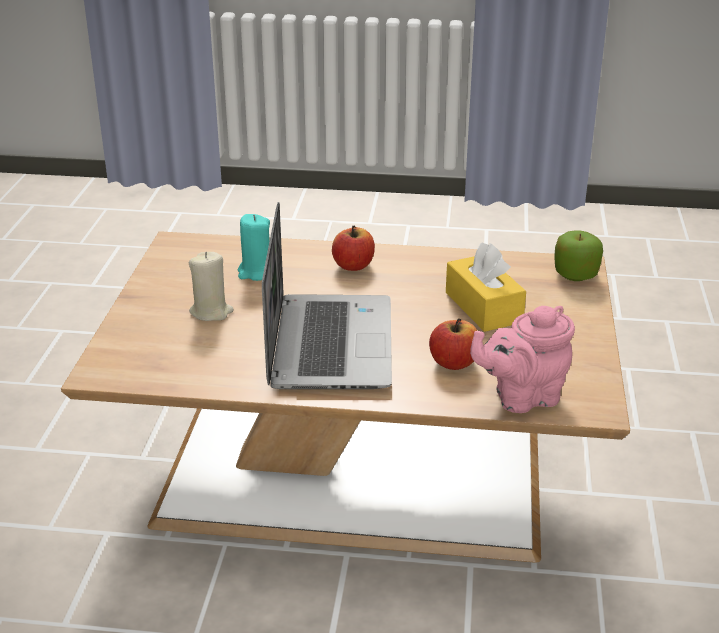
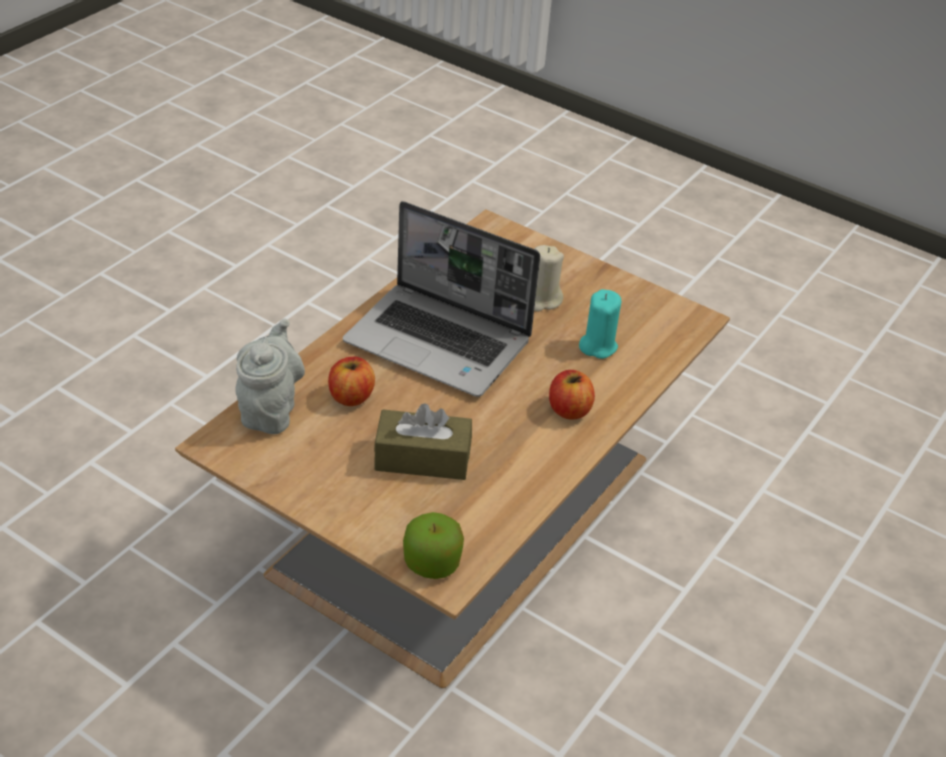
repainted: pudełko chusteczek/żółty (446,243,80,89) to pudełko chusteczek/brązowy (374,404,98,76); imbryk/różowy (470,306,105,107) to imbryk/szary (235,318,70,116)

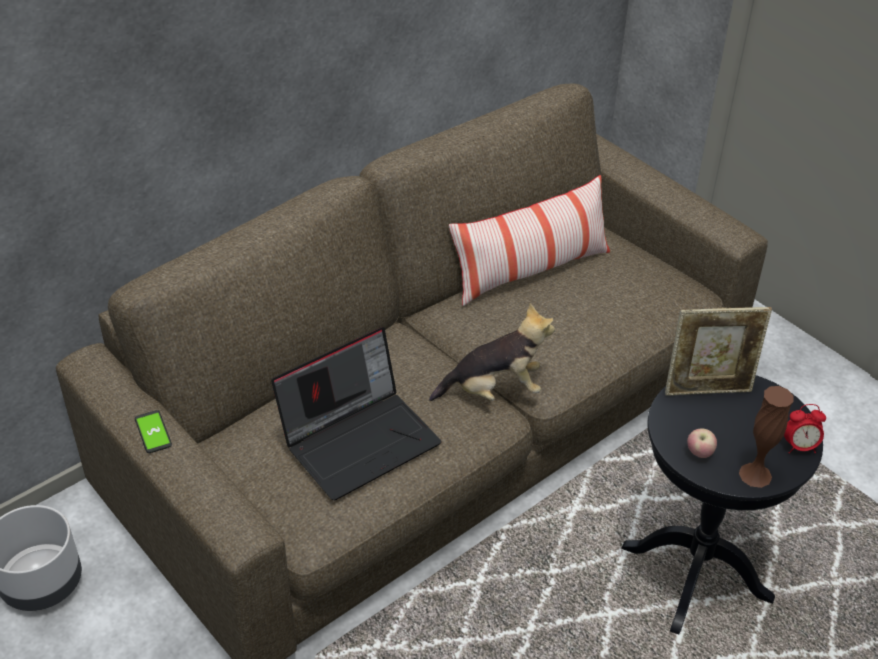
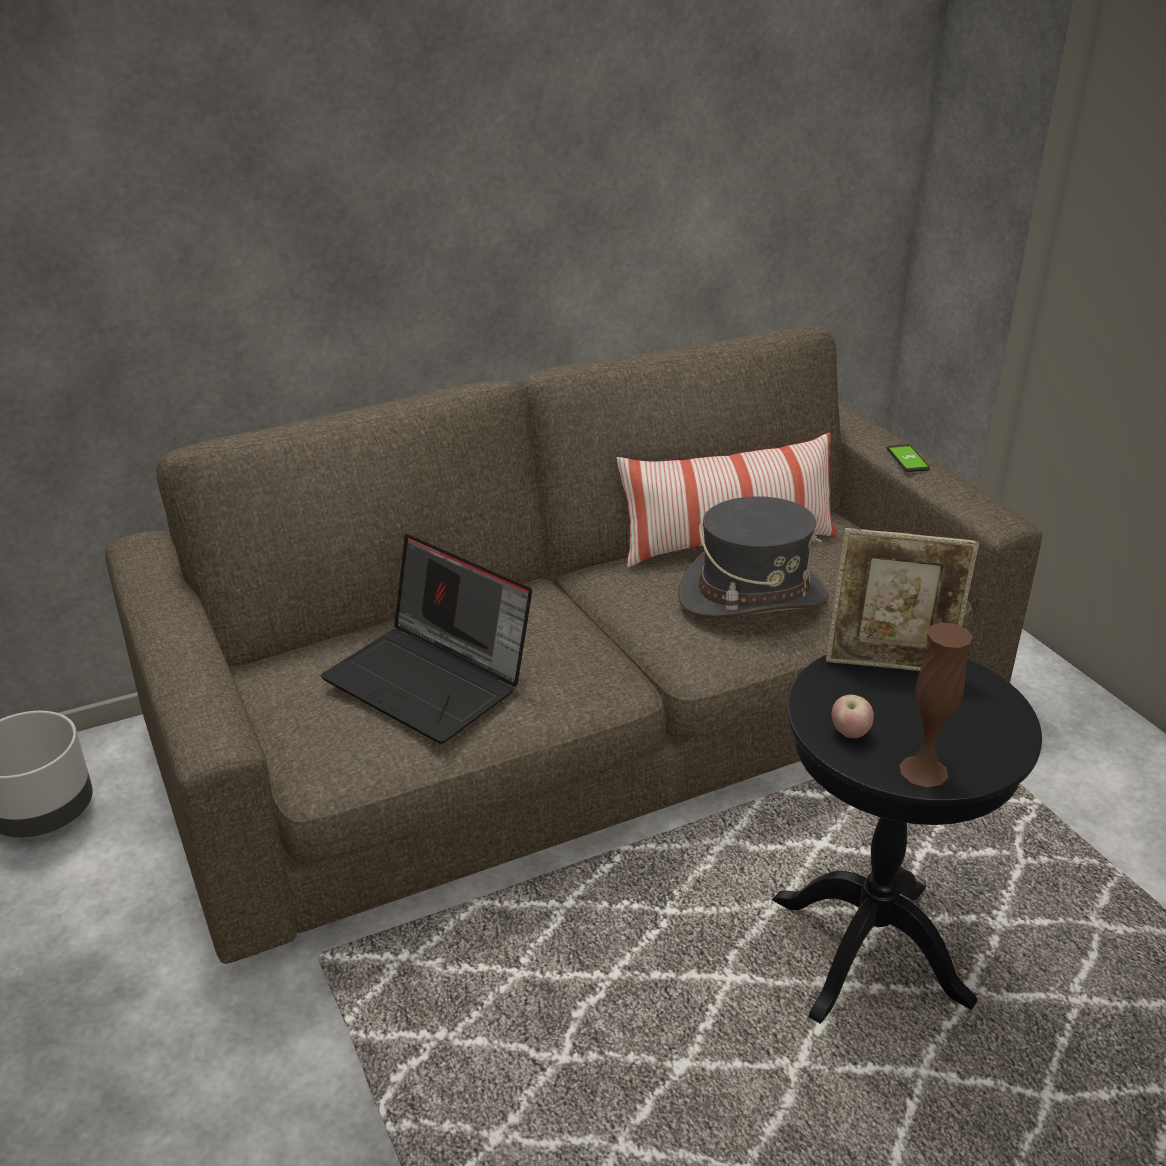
gone: pluszak (429,303,126,98); budzik (784,404,42,50)
new: kapelusz/szary (678,496,151,122)
shifted: telefon (135,410,37,43) to (887,444,43,28)
rotated: laptop (271,327,170,173) = (321,534,211,210) 60 degrees clockwise

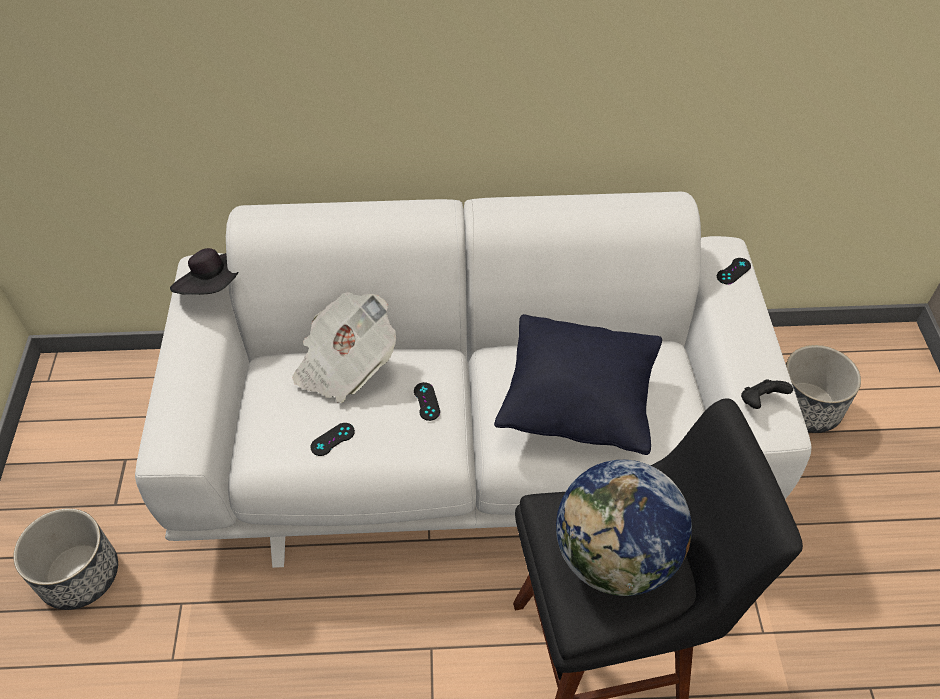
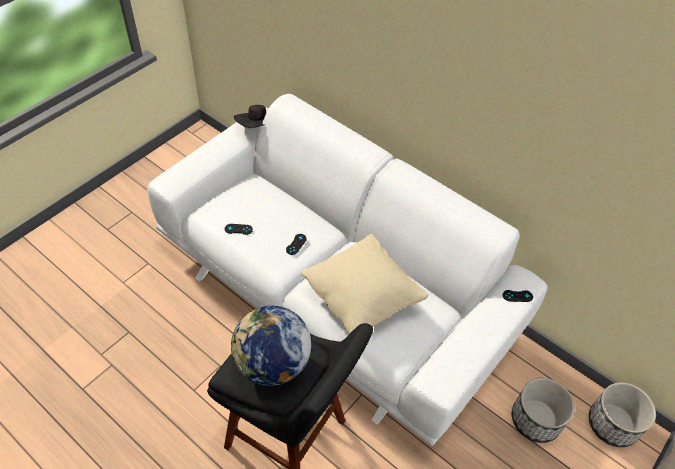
gone: gazeta (292,292,104,111); pad do gier/czarny (741,379,52,30)
shifted: donica (13,508,105,102) to (589,382,67,65)
repainted: poduszka/czarny (494,314,168,141) to poduszka/beżowy (301,234,127,100)

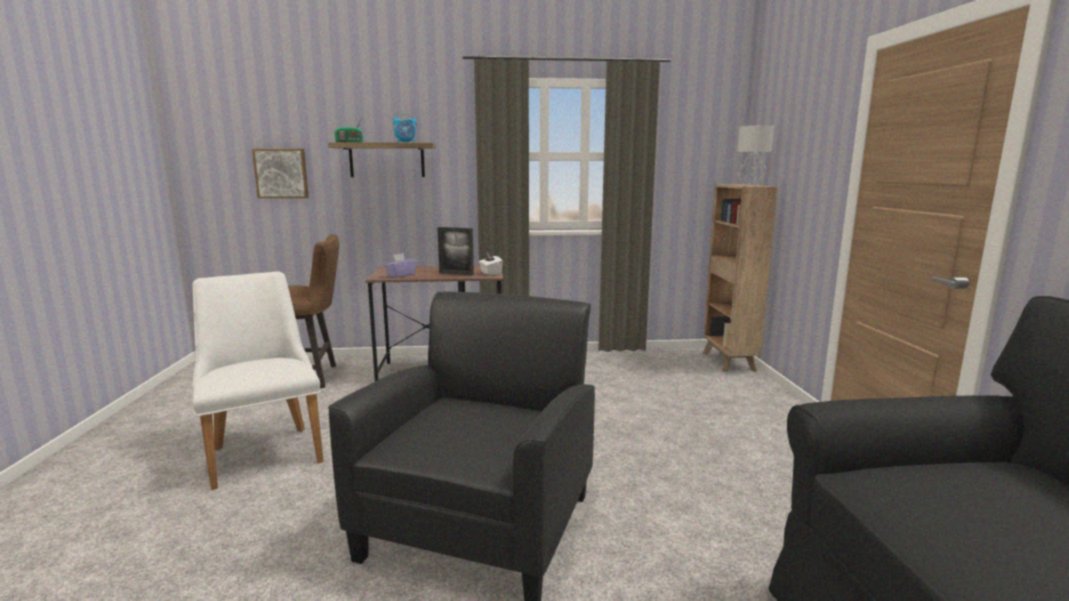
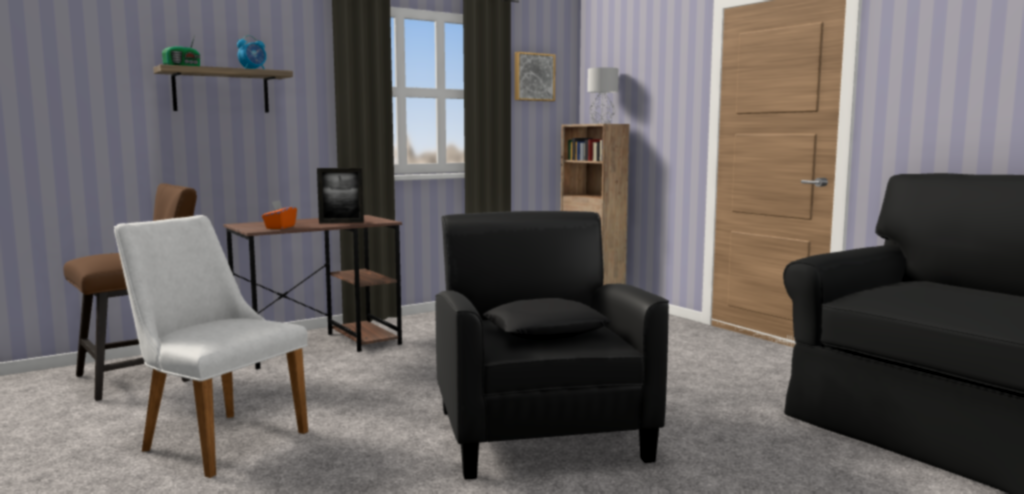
gone: pudełko chusteczek/biały (479,252,24,23)
new: poduszka/czarny (483,298,128,41)
shifted: obraz (252,149,57,49) to (515,52,41,49)
repainted: pudełko chusteczek/fioletowy (384,253,33,25) to pudełko chusteczek/pomarańczowy (262,200,35,29)

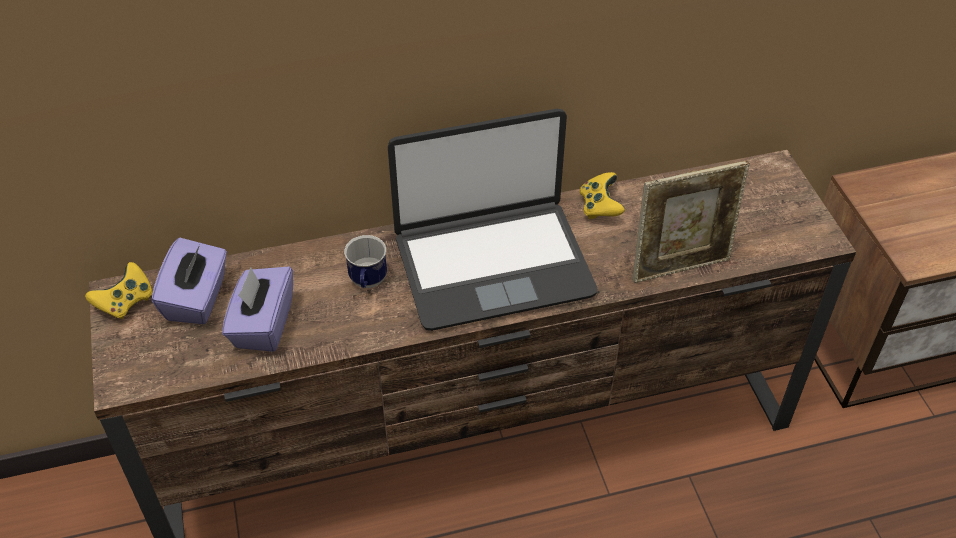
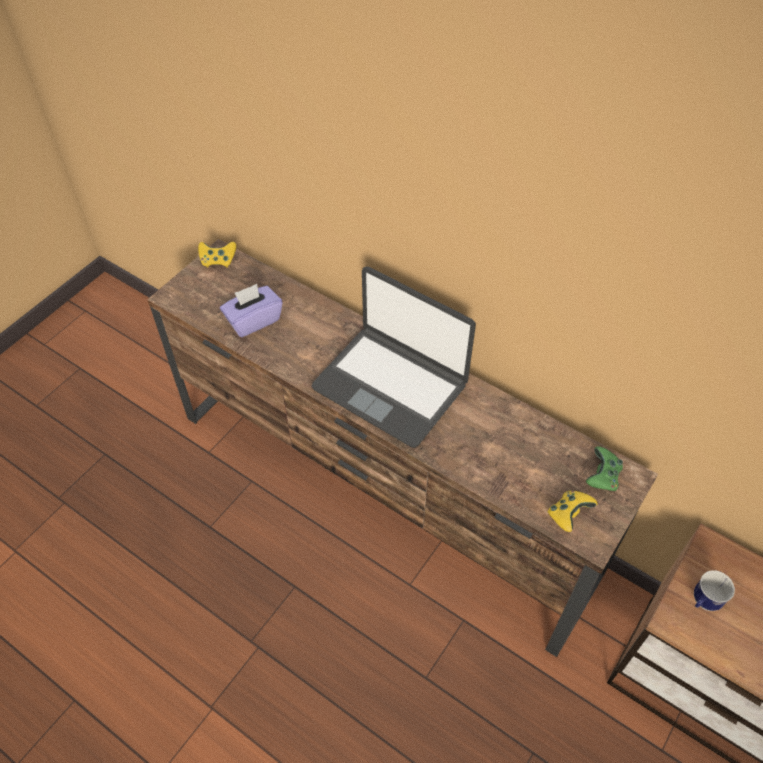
gone: pudełko chusteczek/fioletowy (152,237,75,87); ramka na zdjęcie (632,161,118,122)
new: pad do gier/zielony (586,446,37,45)
shifted: kubek (344,235,43,53) to (694,570,41,41); pad do gier/żółty (580,172,45,47) to (548,491,50,41)

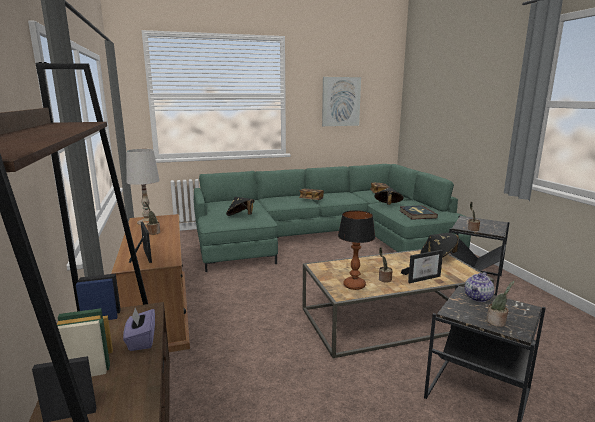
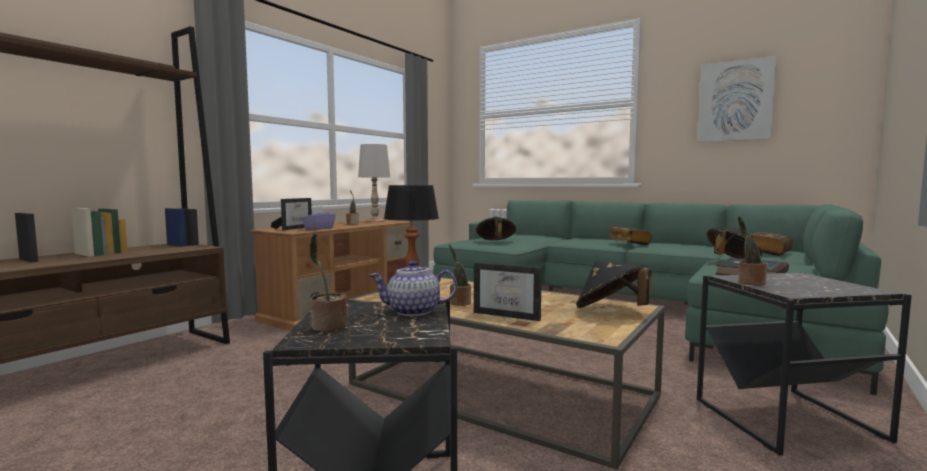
shifted: pudełko chusteczek/fioletowy (123,308,32,43) to (301,206,35,24)

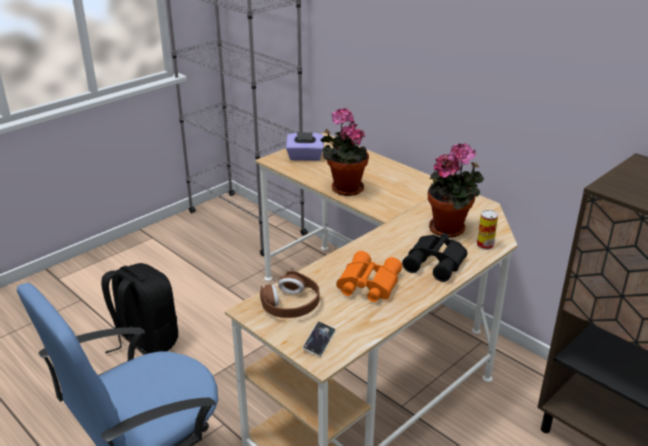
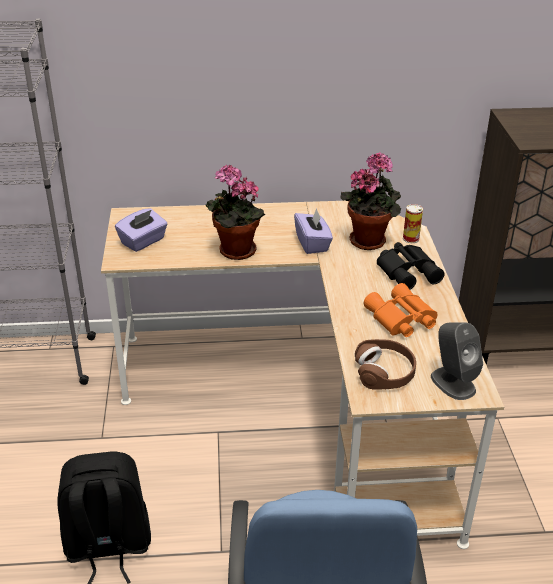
new: pudełko chusteczek/fioletowy (294,208,39,46)
swapped: telefon (302,322,34,35) to głośnik/szary (431,323,52,77)

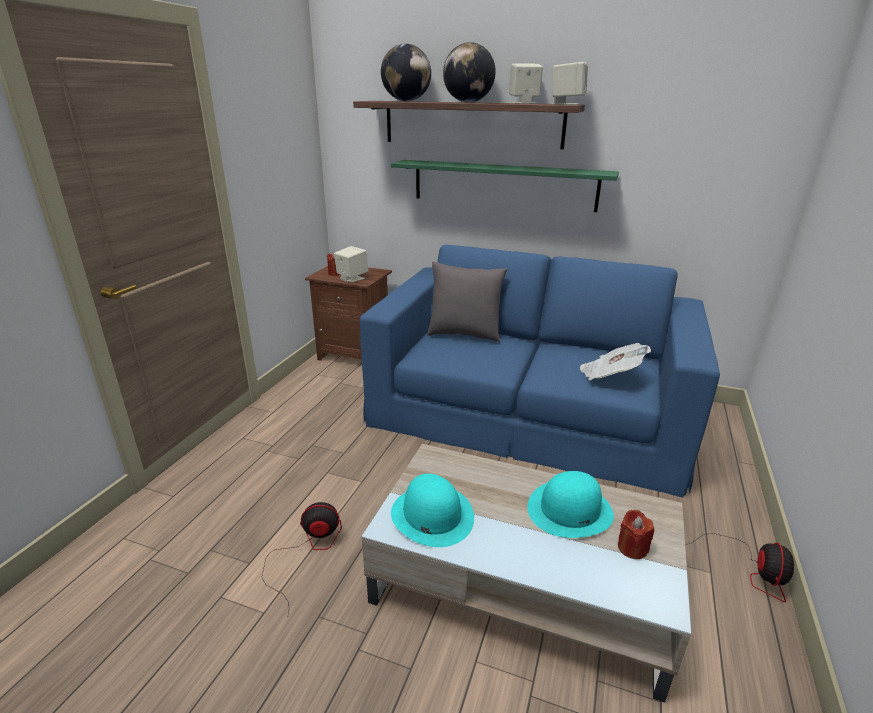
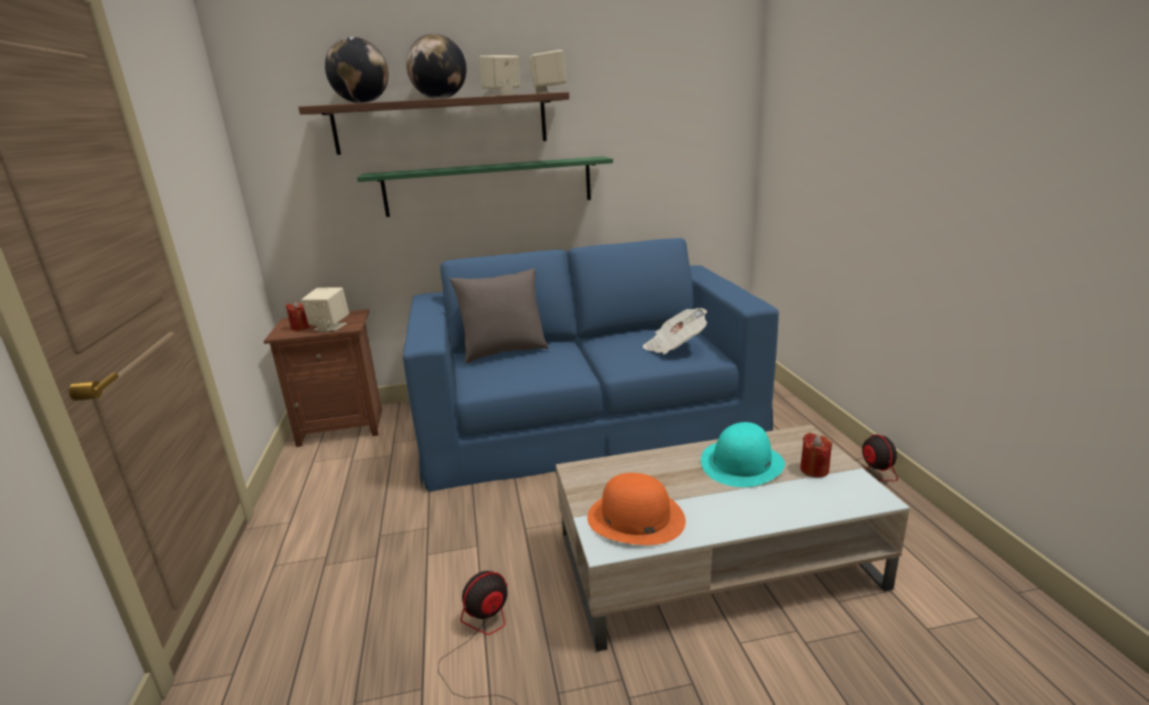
repainted: kapelusz/turkusowy (391,474,83,73) to kapelusz/pomarańczowy (587,473,99,72)

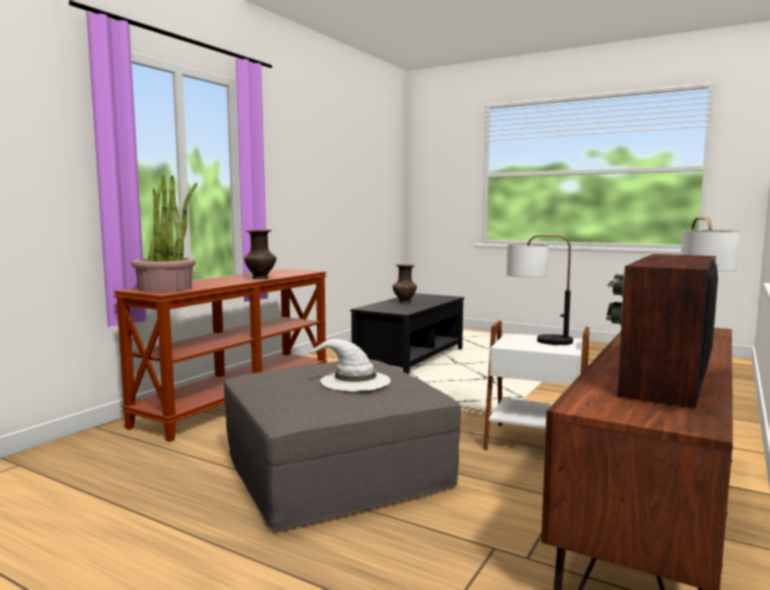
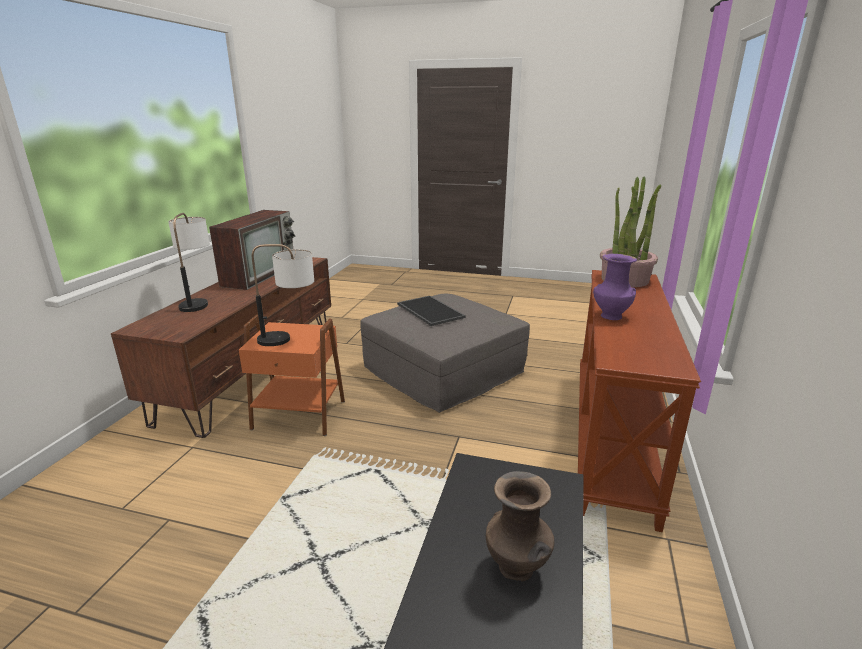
swapped: kapelusz/biały (304,339,87,52) to taca (397,296,68,30)
repainted: wazon/brązowy (244,230,32,49) to wazon/fioletowy (593,254,44,66); stolik/biały (483,320,106,130) to stolik/pomarańczowy (239,315,106,121)

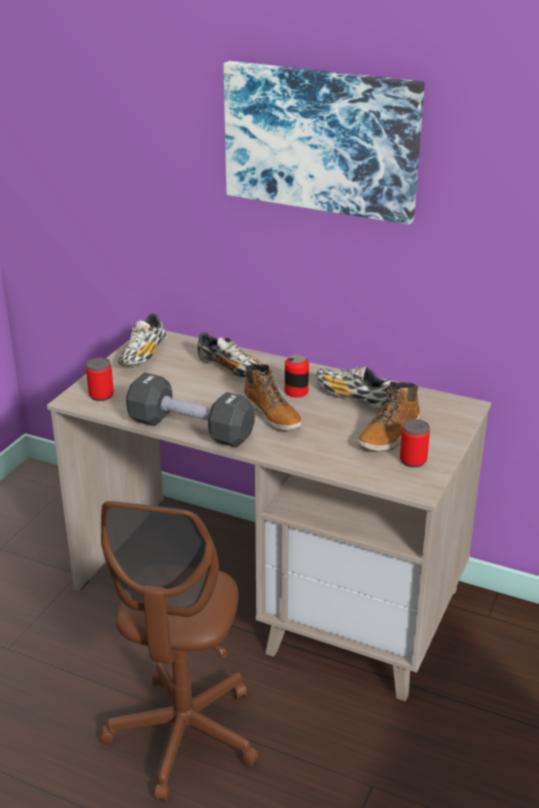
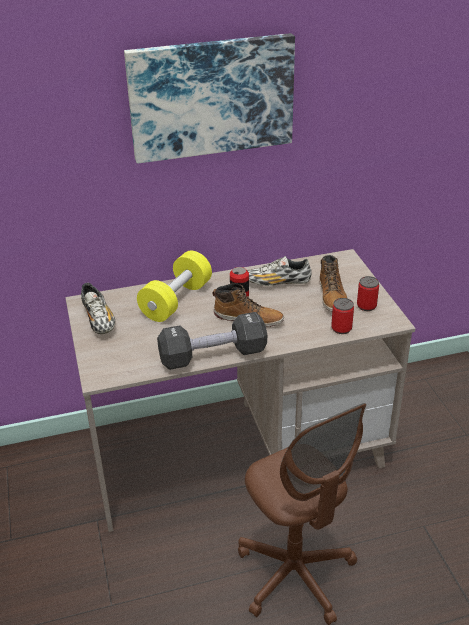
shifted: puszka (86,358,28,43) to (331,298,23,36)
swapped: but (197,332,66,46) to hantel/żółty (137,251,75,71)

